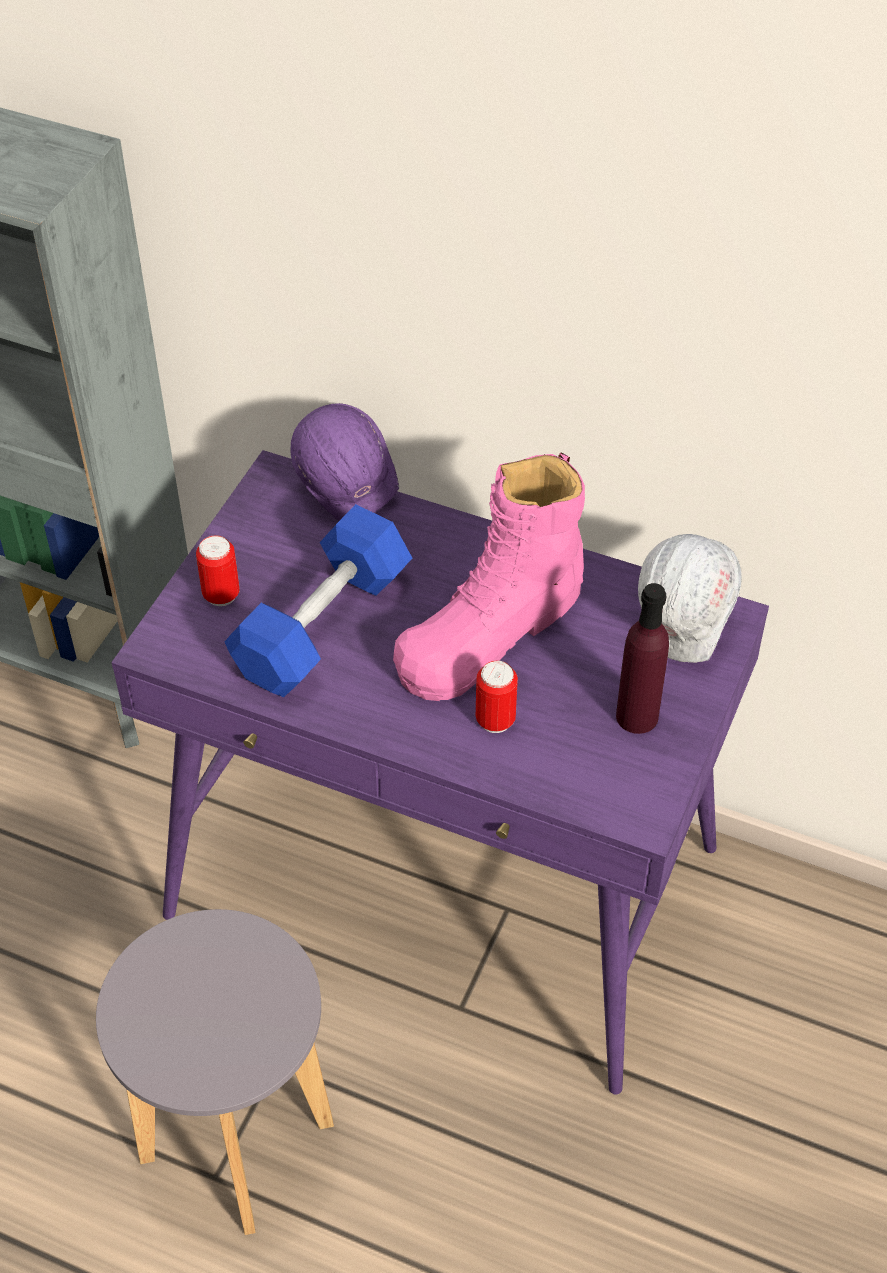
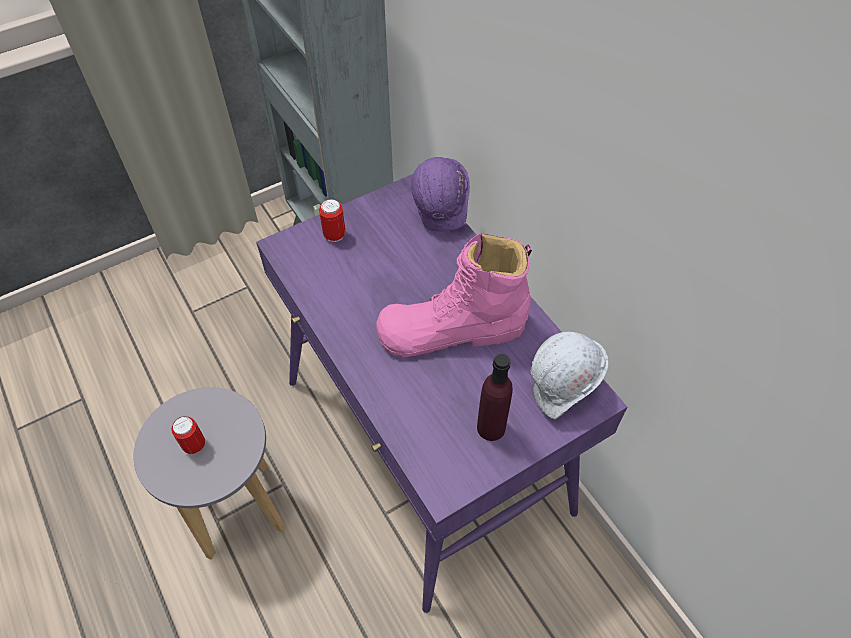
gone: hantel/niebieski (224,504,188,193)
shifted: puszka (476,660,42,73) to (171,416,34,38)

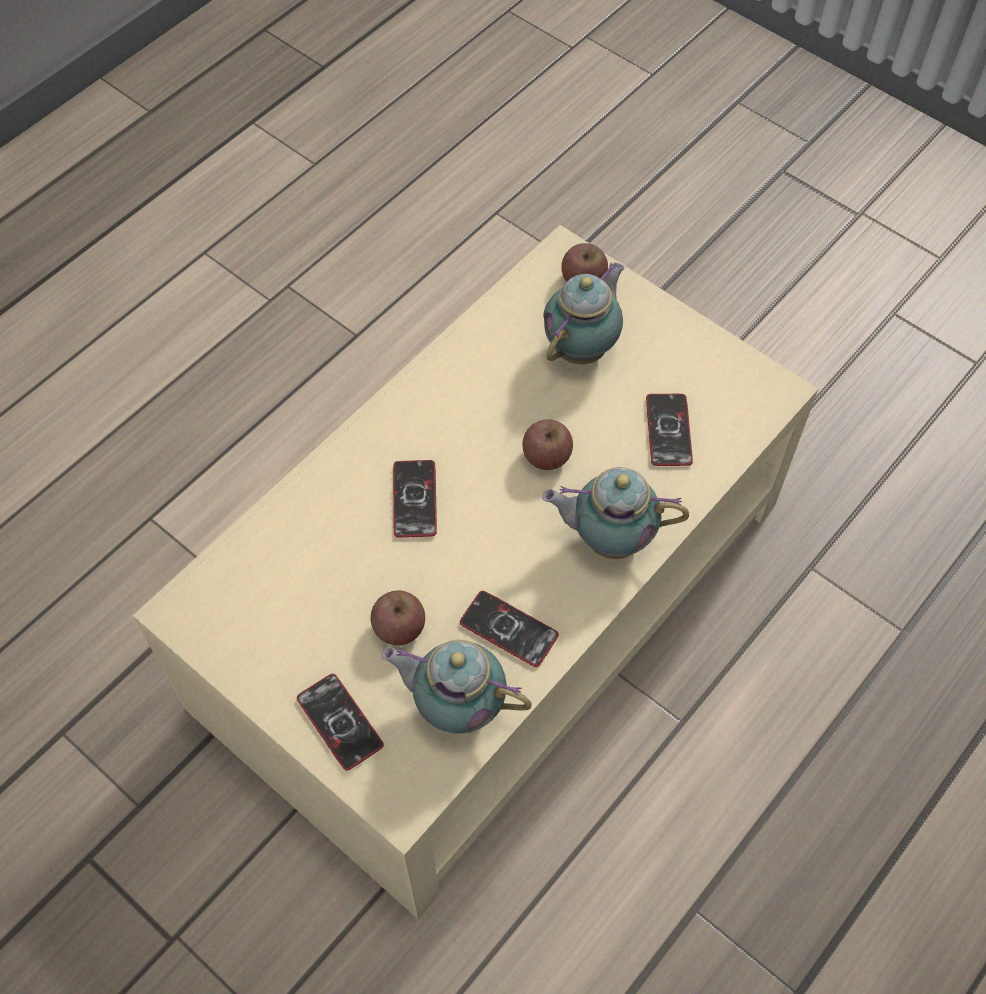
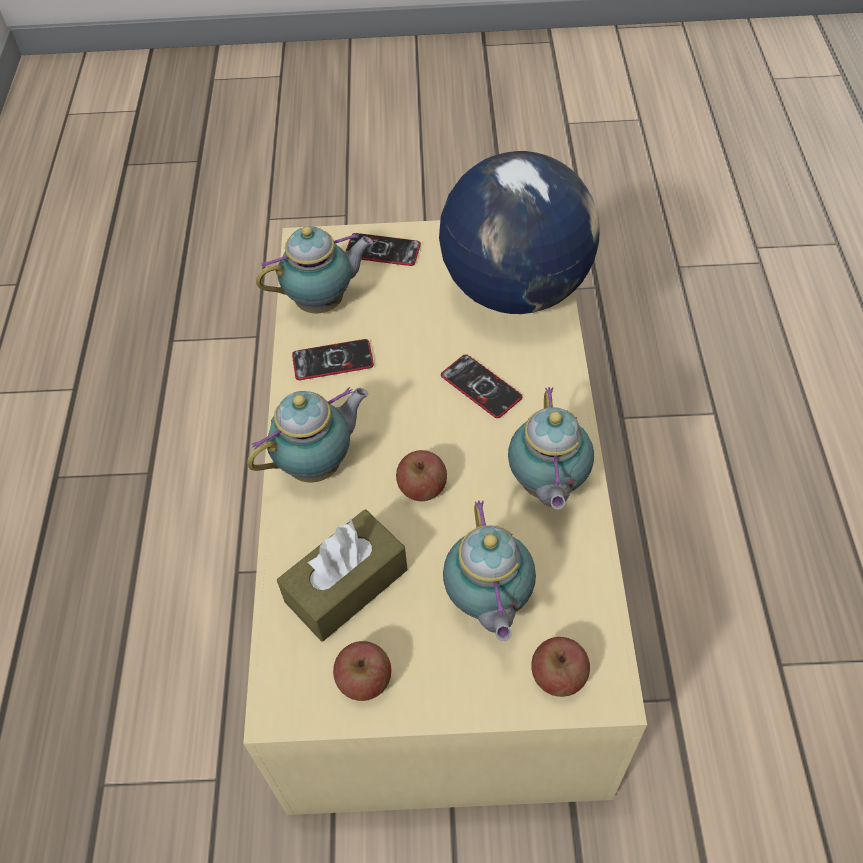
new: globus (439,151,160,163); imbryk (508,387,86,123)
shifted: jabłko (371,591,54,54) to (333,641,58,60)
swapped: telefon (646,394,47,72) to pudełko chusteczek/brązowy (277,510,130,132)

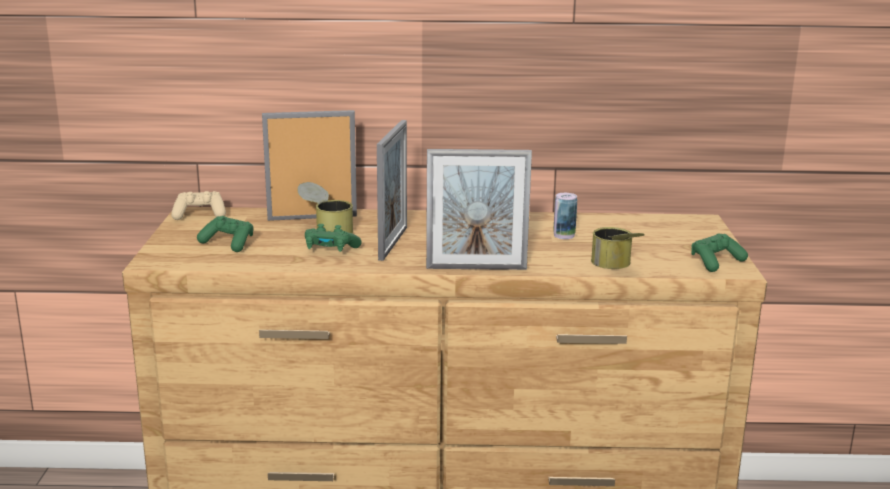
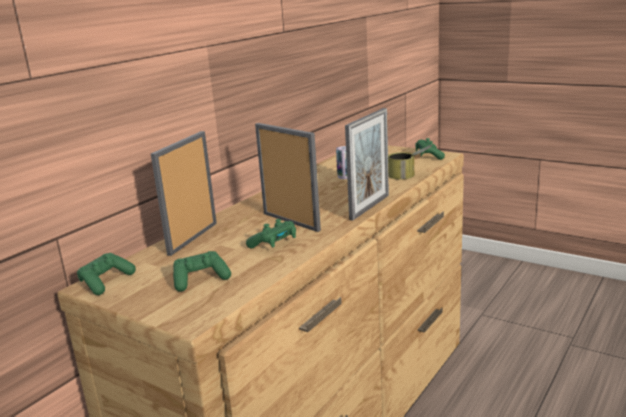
gone: puszka (298,182,55,52)
repainted: pad do gier/beżowy (171,191,55,29) to pad do gier/zielony (77,253,59,42)

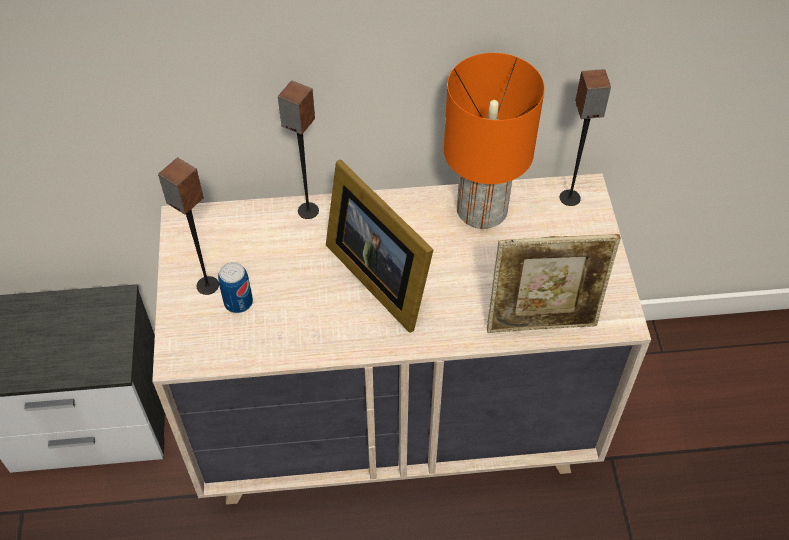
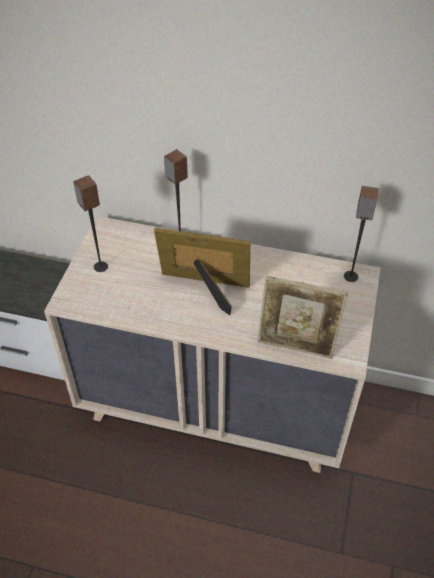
gone: puszka (218,262,35,51); lampa stołowa/pomarańczowy (444,53,100,176)
rotated: ramka na zdjęcie (326,159,108,174) = (154,228,96,87) 120 degrees clockwise

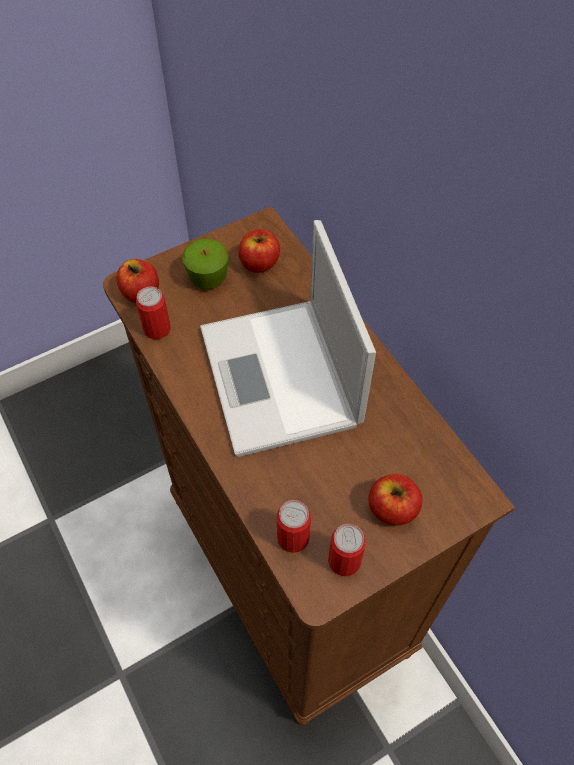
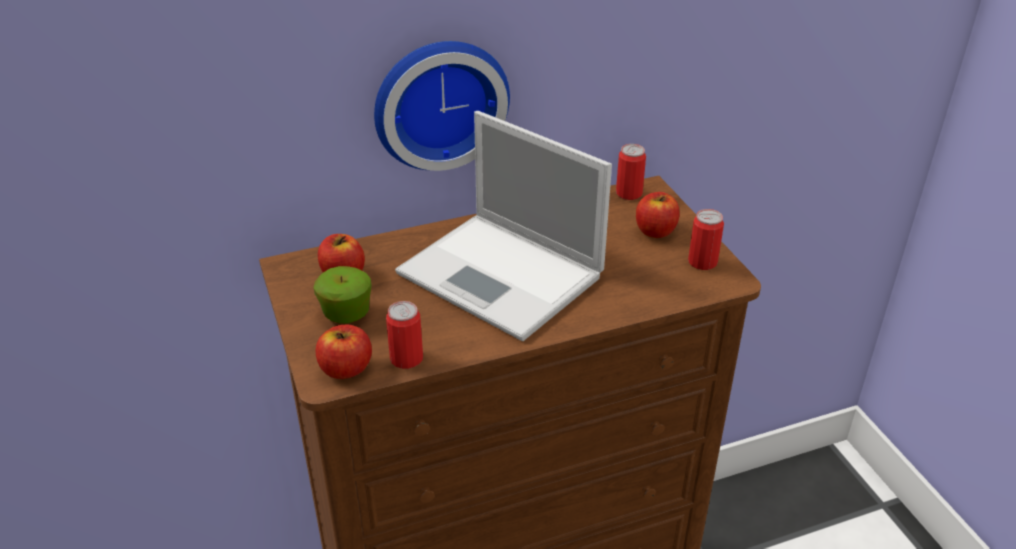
new: zegar ścienny (374,41,136,130)
shifted: puszka (277,500,34,53) to (616,144,30,56)
rotated: laptop (200,220,176,237) = (395,111,217,230) 45 degrees clockwise

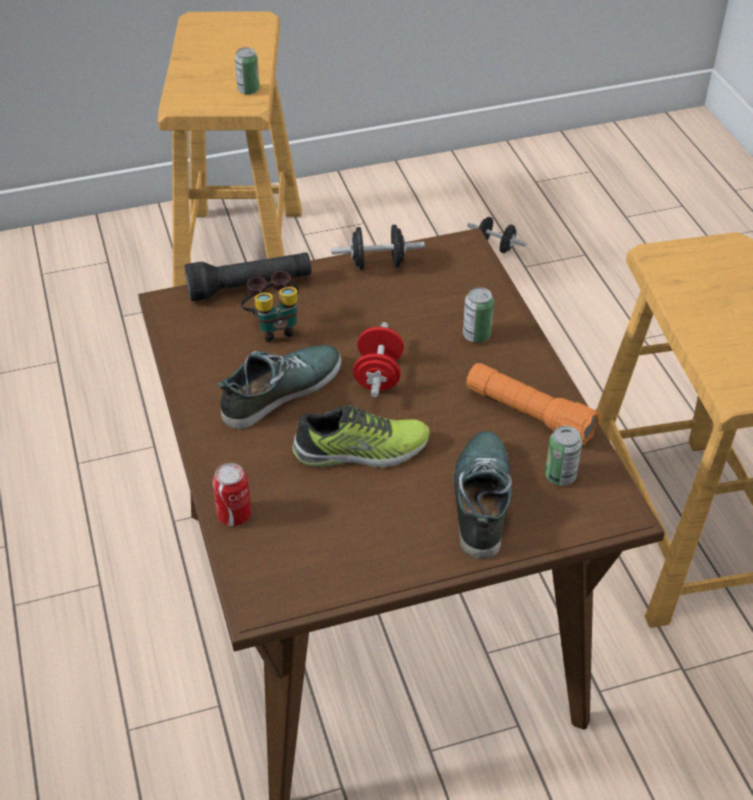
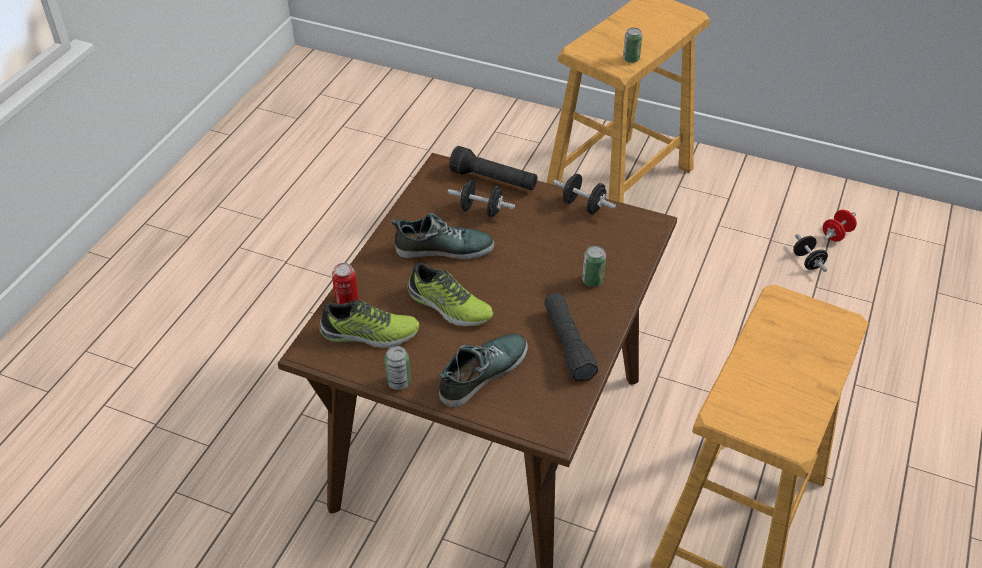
new: but (319,300,100,48)
shifted: hantel/czerwony (353,322,51,75) to (823,210,34,32); puszka (545,426,37,60) to (385,346,26,44)
swapped: lornetka (241,271,58,71) to hantel/czarny (448,180,67,38)
repainted: latarka/pomarańczowy (466,363,134,82) to latarka/czarny (544,293,54,89)

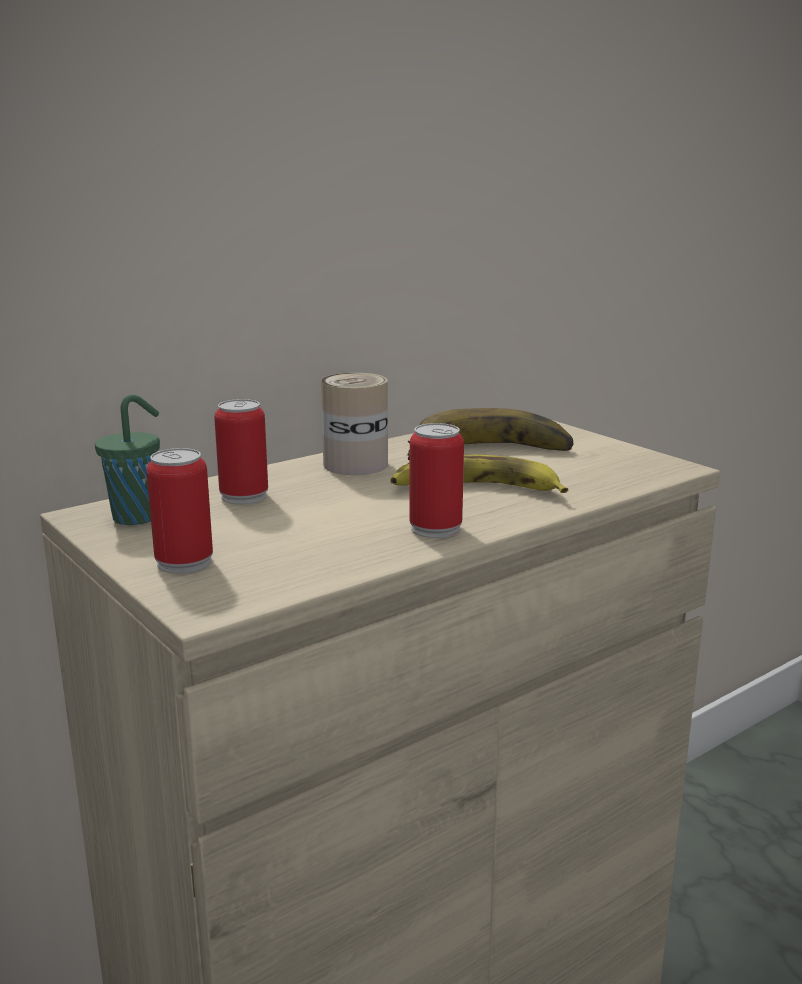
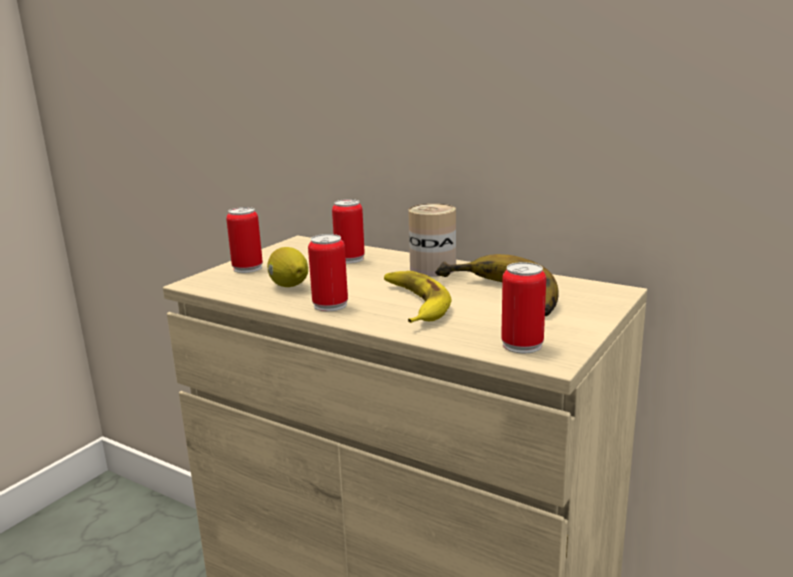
gone: filiżanka/zielony (95,394,65,131)
new: cytryna (267,247,41,40); puszka (501,262,45,91)

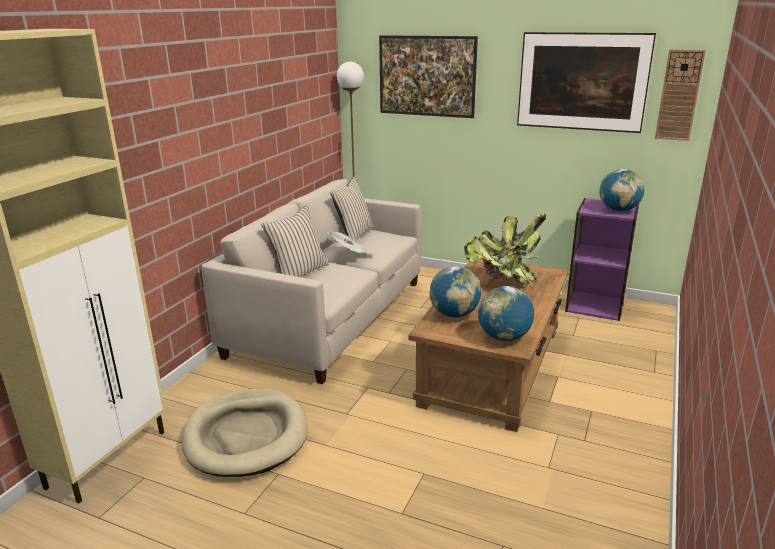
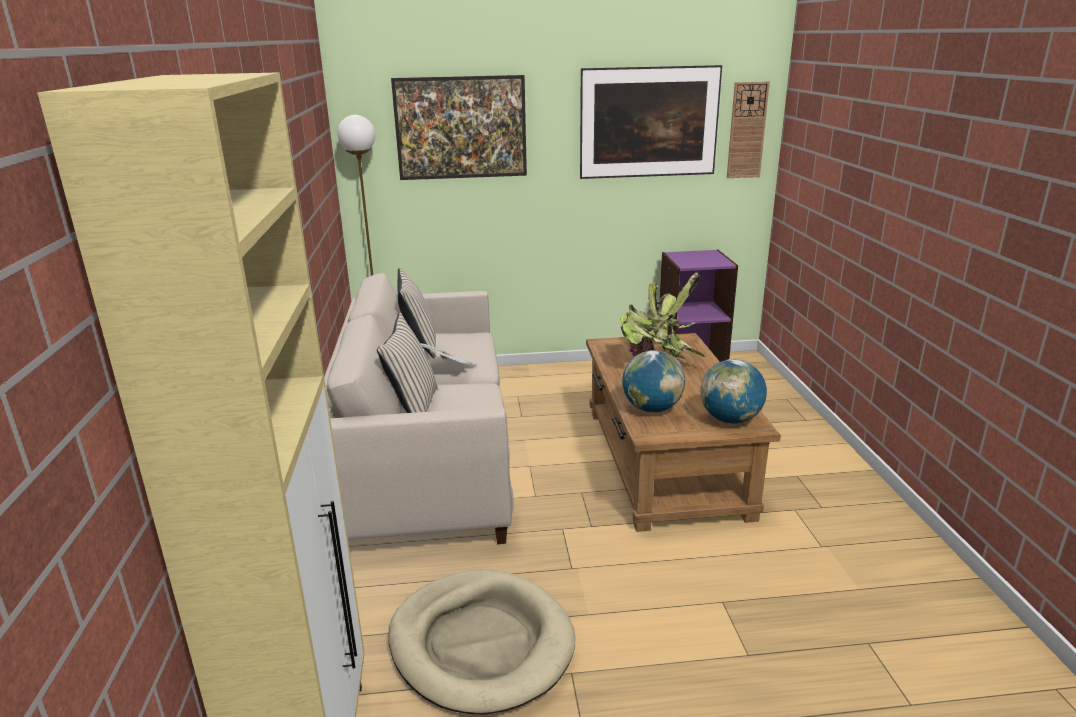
gone: globus (599,169,46,43)

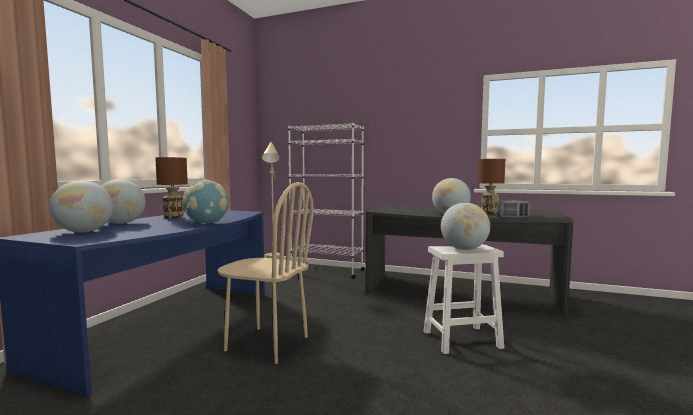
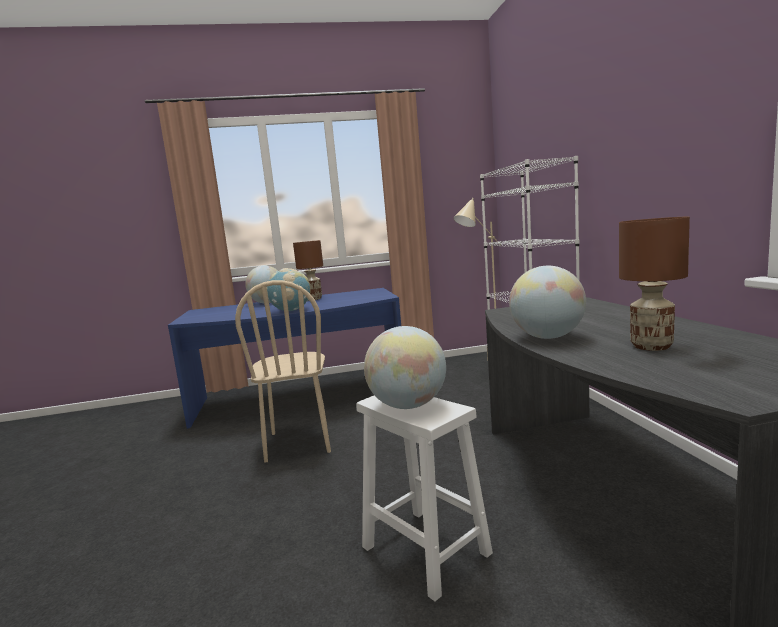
gone: globus (49,181,64,52); radio (498,198,33,20)

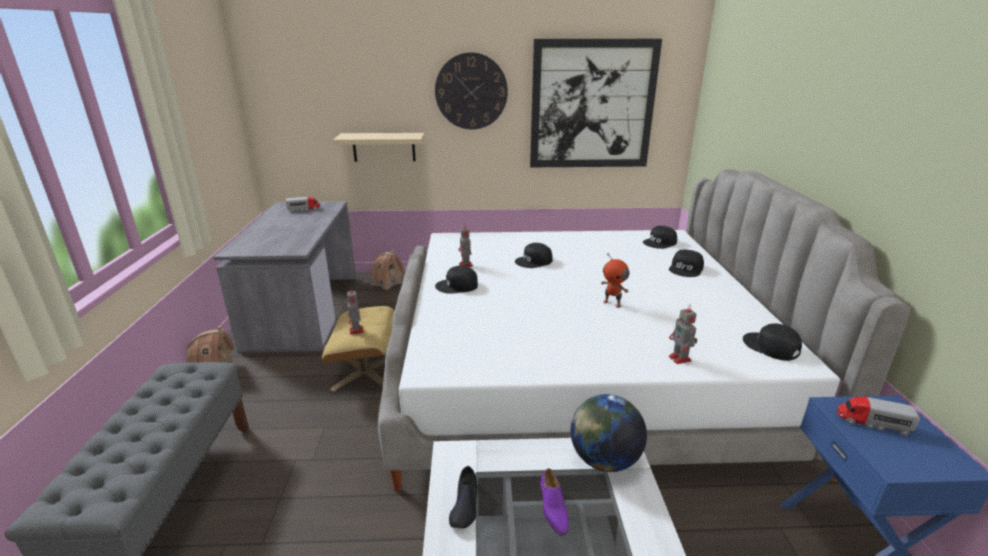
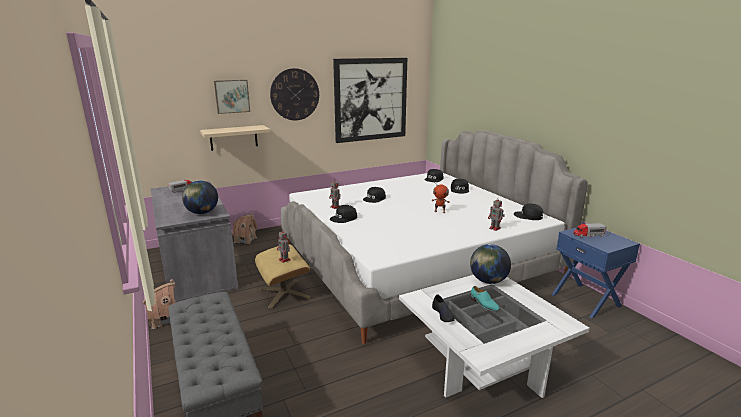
new: globus (182,181,36,33); obraz (214,80,36,34)
repainted: but/fioletowy (540,468,28,68) to but/turkusowy (471,286,29,25)

